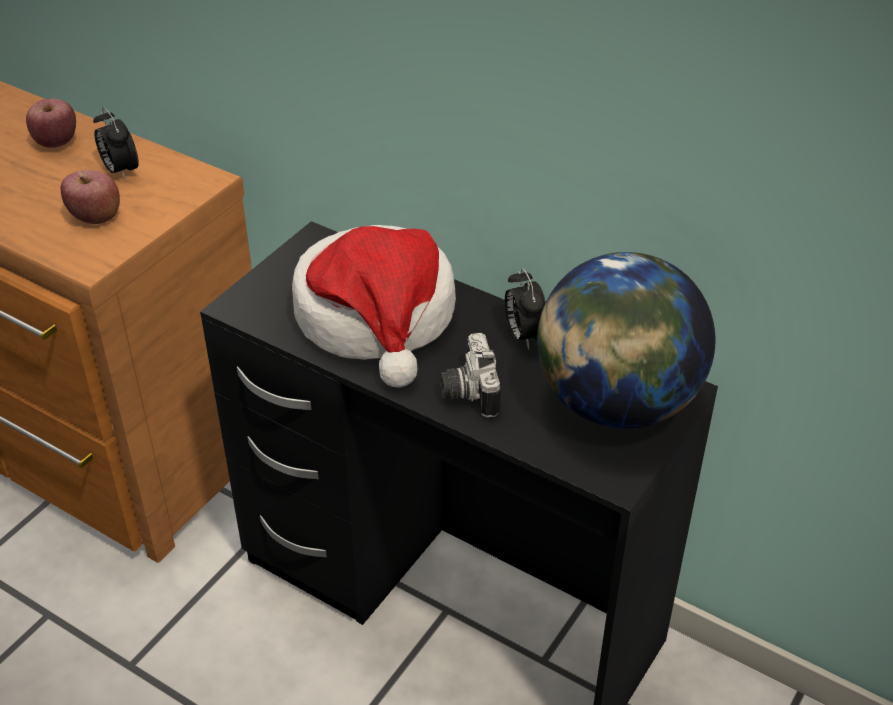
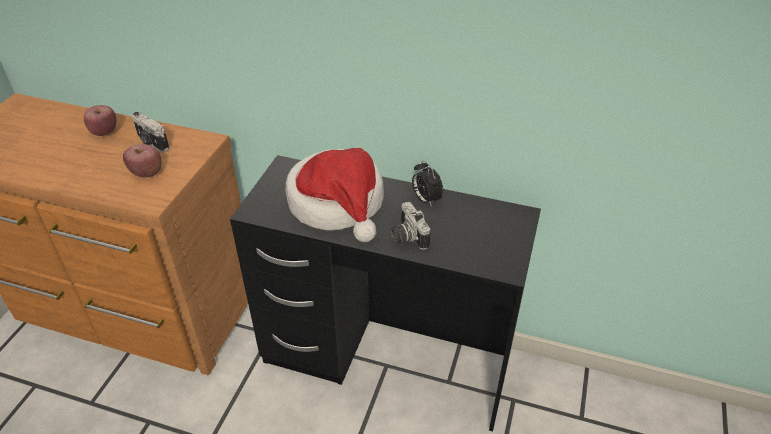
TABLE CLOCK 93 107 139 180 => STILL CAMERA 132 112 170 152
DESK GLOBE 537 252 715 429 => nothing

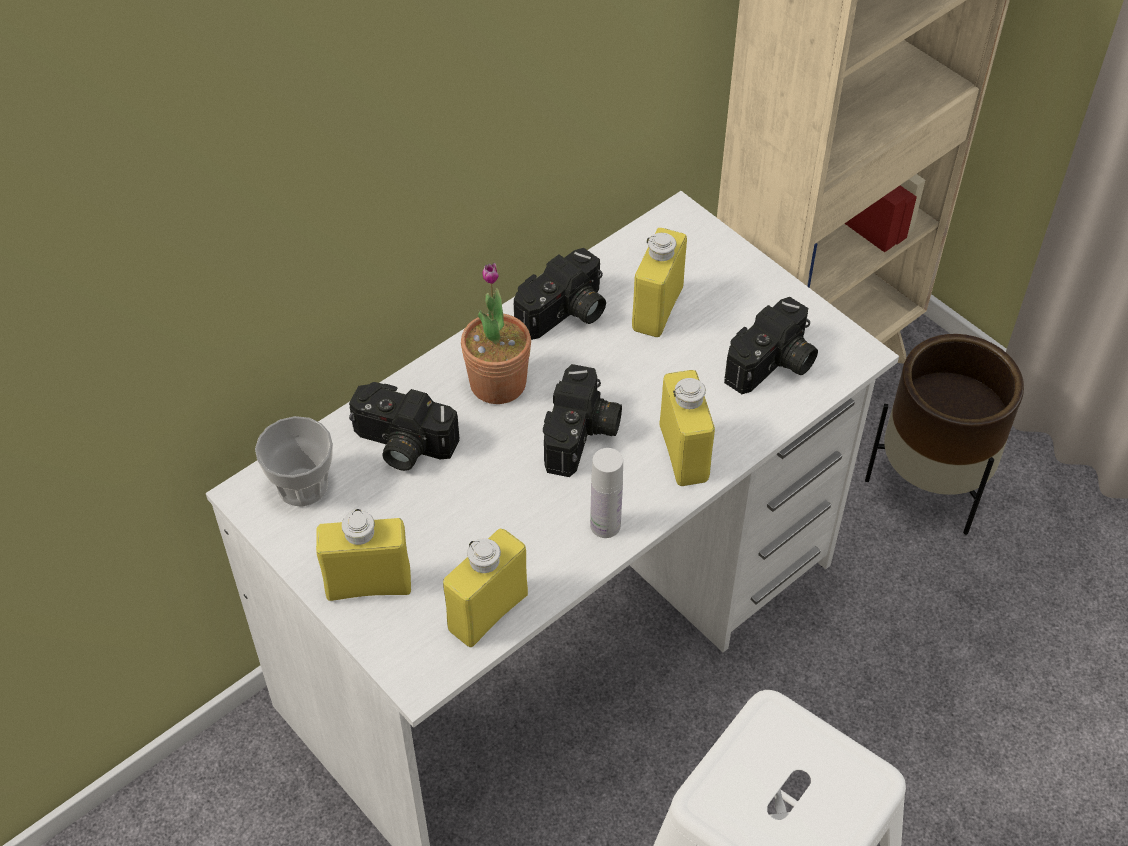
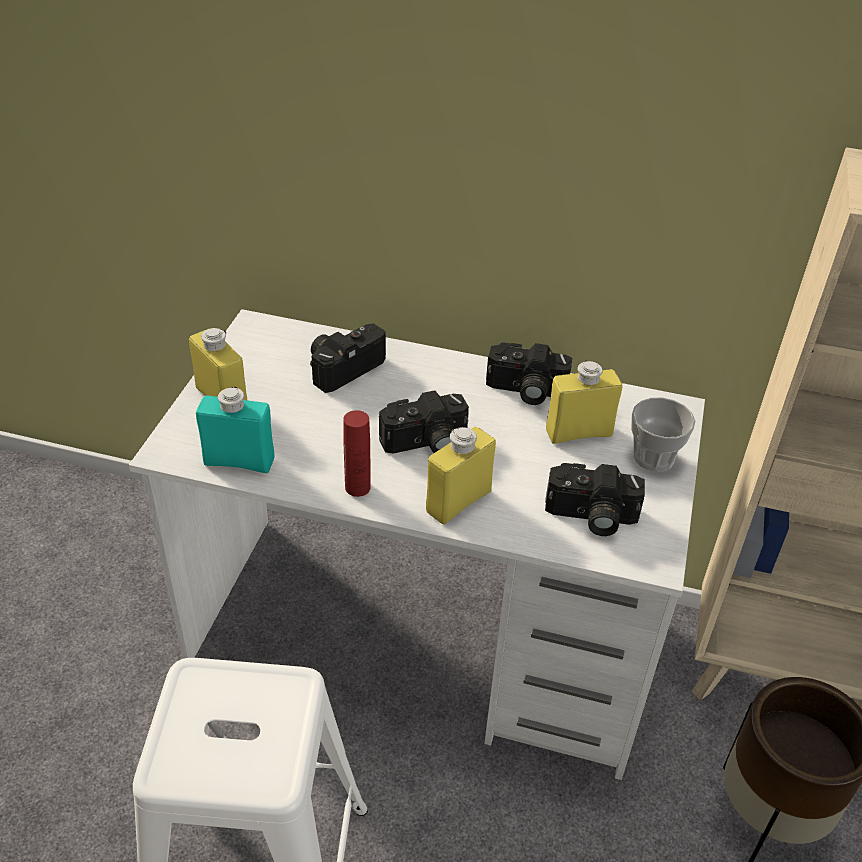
YELLOW DRINK BOTTLE 443 529 528 647 => TURQUOISE-COLOURED DRINK BOTTLE 196 387 274 473
STILL CAMERA 349 382 459 471 => STILL CAMERA 310 323 386 393, 60 degrees clockwise
WHITISH DRINK BOTTLE 590 448 623 538 => RED-COLOURED DRINK BOTTLE 343 410 371 497
CUP 255 416 333 507 => CUP 631 397 695 472, relocated
PLANT IN A POT 461 263 531 404 => nothing

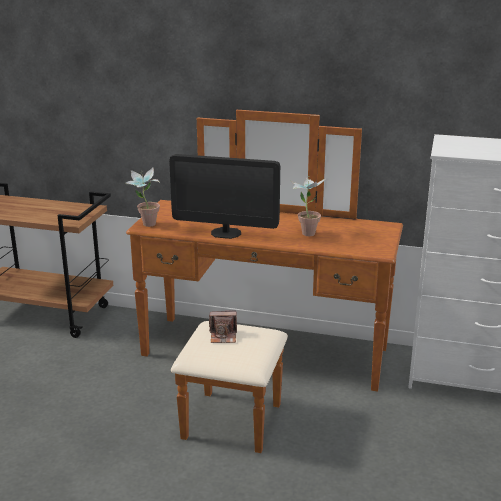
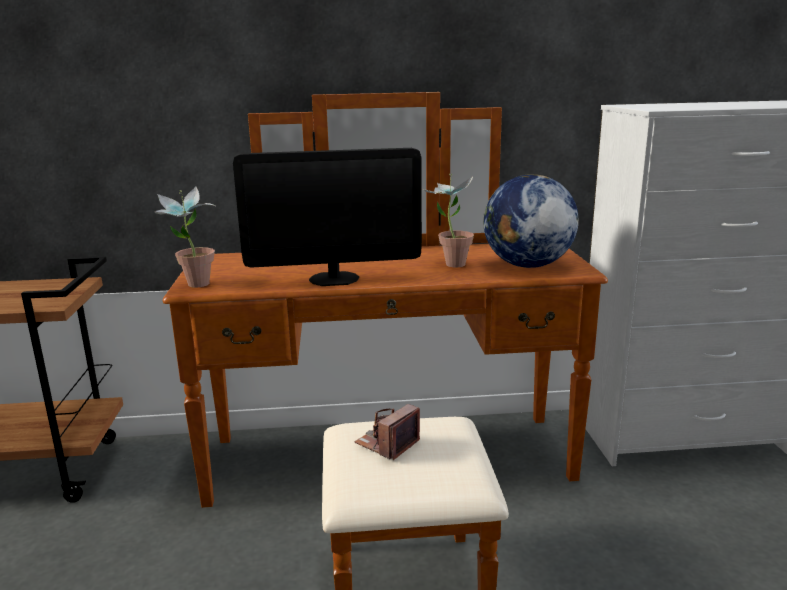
STILL CAMERA 209 310 237 343 => STILL CAMERA 355 404 420 460, 150 degrees clockwise
nothing => DESK GLOBE 483 174 579 268

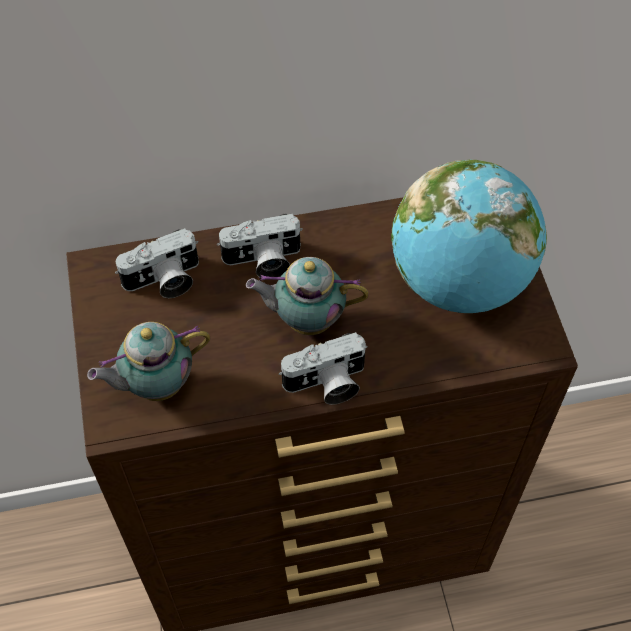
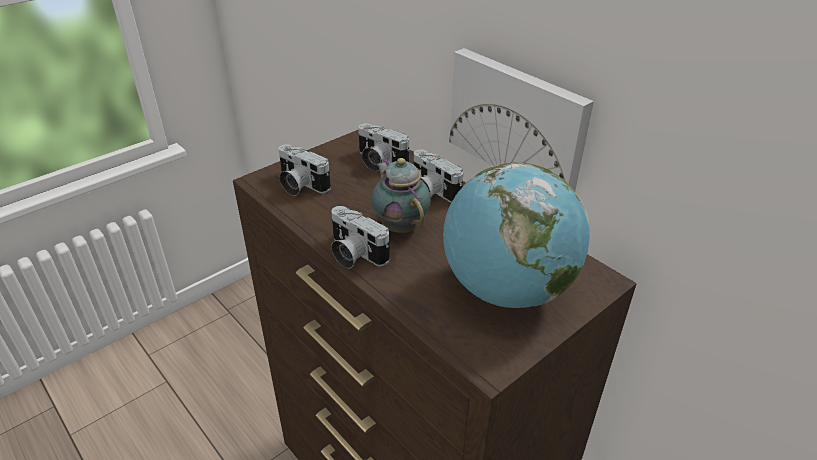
POT FOR TEA 87 322 211 401 => STILL CAMERA 279 144 331 196
nothing => WALL ART 449 48 594 191

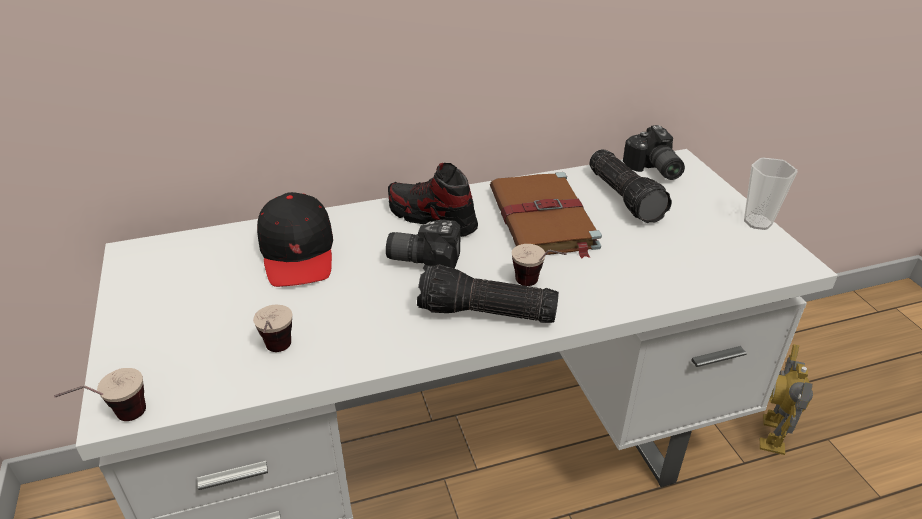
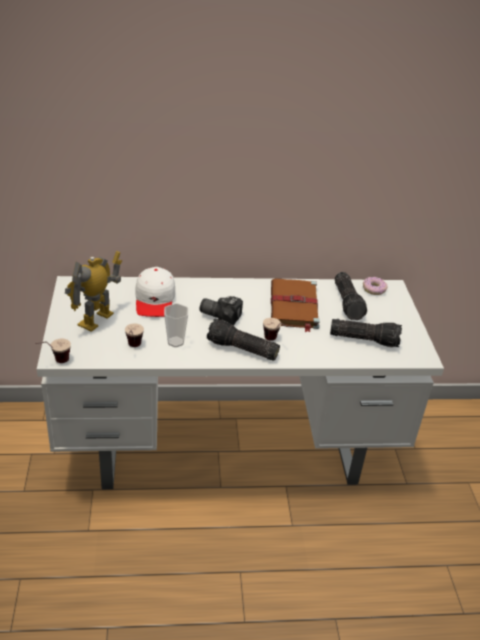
TOY ROBOT 760 344 813 455 => TOY ROBOT 65 251 122 332, relocated
BLACKISH CAP 257 192 333 287 => WHITISH CAP 135 267 175 317
CUP 744 158 798 230 => CUP 164 303 188 347, relocated
nothing => TORCH 330 319 402 347
STILL CAMERA 623 125 685 180 => RING DOUGHNUT 363 277 387 295
SHOE 388 163 478 237 => nothing

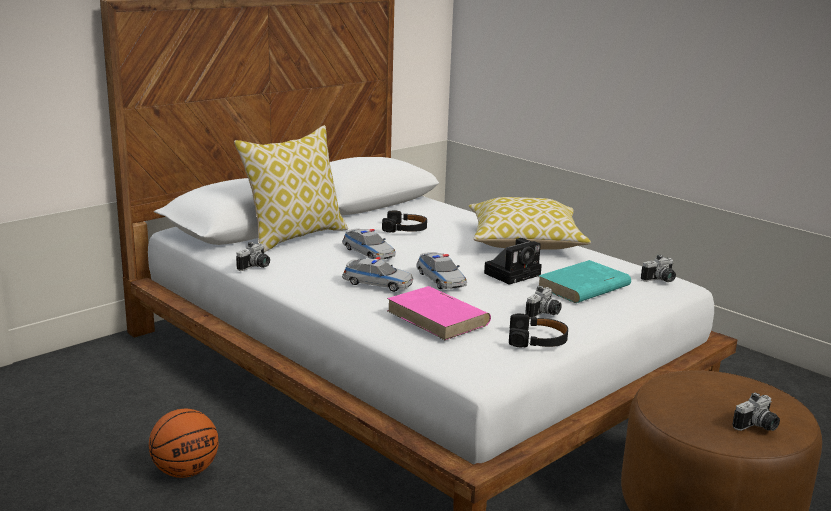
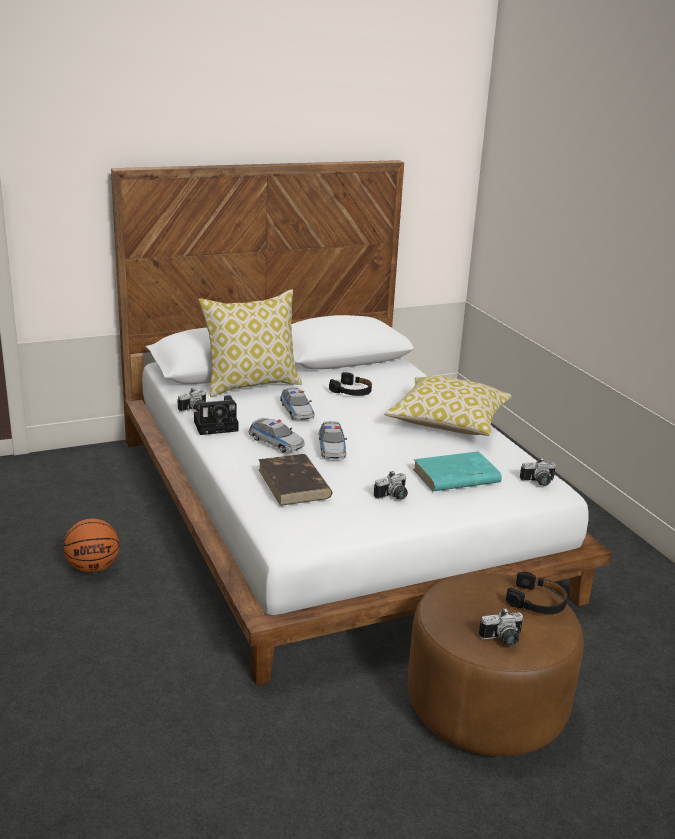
STILL CAMERA 484 238 542 285 => STILL CAMERA 194 395 239 435, relocated
PINK-COLOURED BOUND BOOK 387 286 491 340 => BROWN BOUND BOOK 258 454 332 506
BLACKISH HEADSET 509 314 568 348 => BLACKISH HEADSET 506 572 568 614, relocated

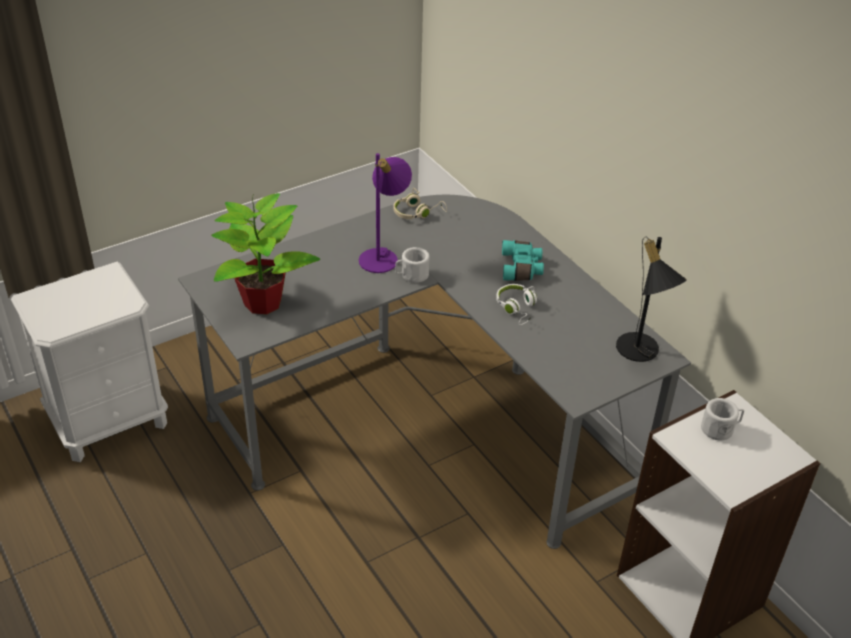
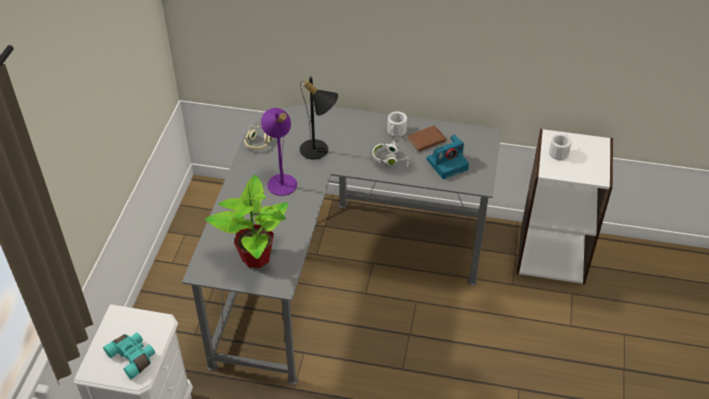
TURQUOISE-COLOURED PAIR OF BINOCULARS 502 240 544 281 => TURQUOISE-COLOURED PAIR OF BINOCULARS 103 333 155 379, relocated
BLACKISH TABLE LAMP 616 237 687 362 => BLACKISH TABLE LAMP 300 76 338 159, relocated
WHITISH TEA MUG 395 247 430 283 => WHITISH TEA MUG 387 112 407 137, relocated
nothing => BROWN BOUND BOOK 407 125 450 152
nothing => STILL CAMERA 426 135 469 179

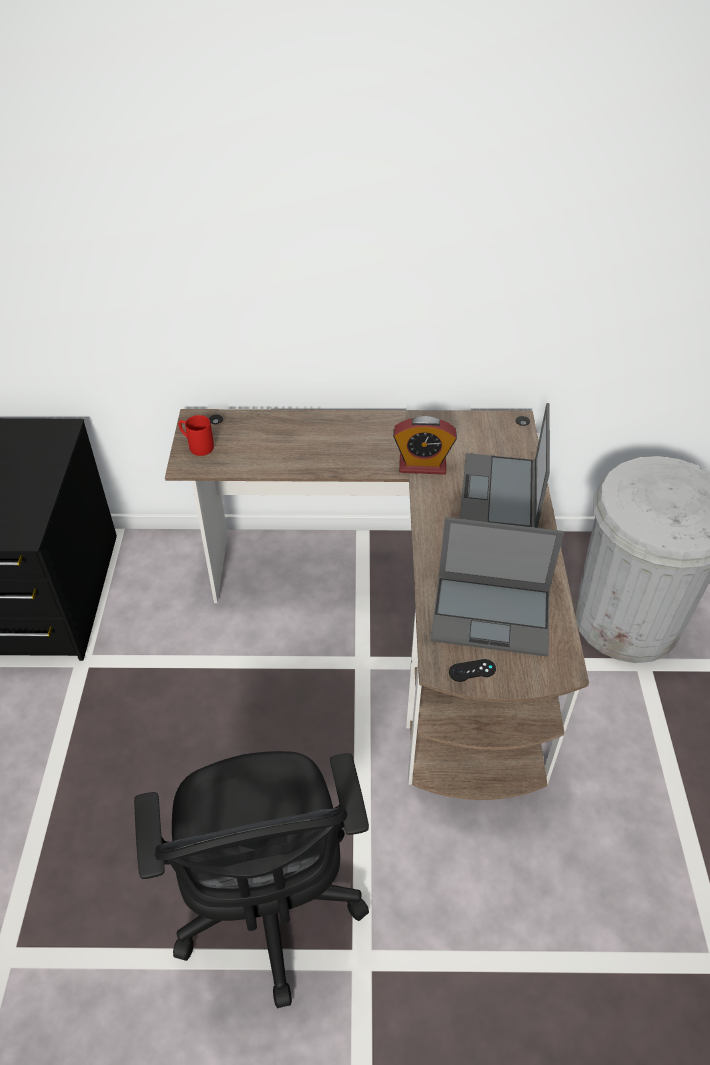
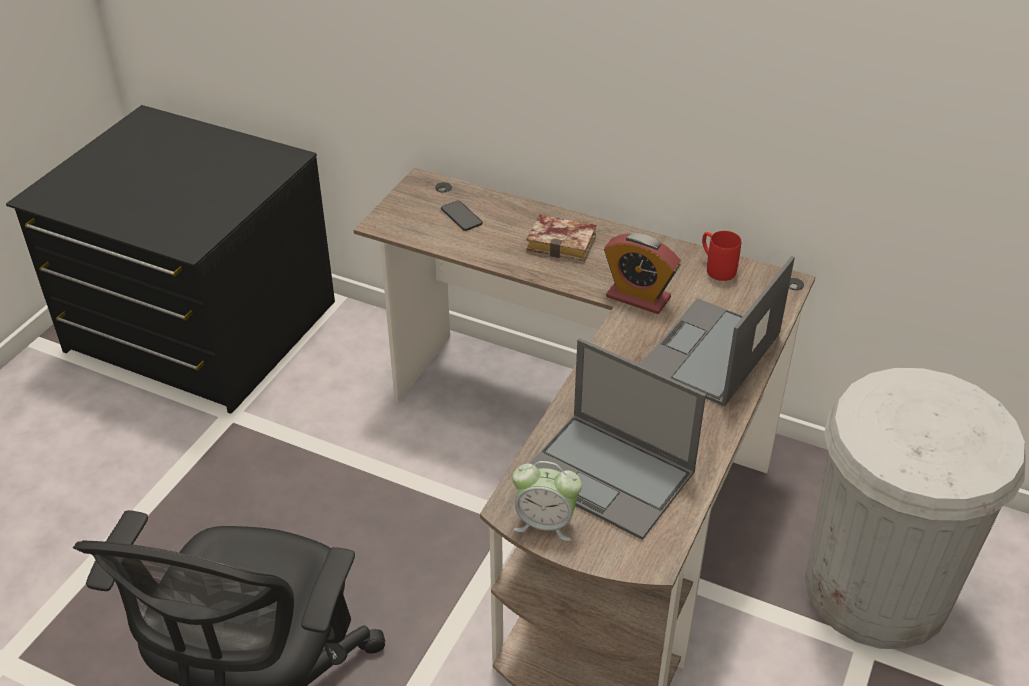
nothing => HANDSET 441 201 483 231
BLACKISH JOYPAD 449 659 496 682 => TABLE CLOCK 512 461 582 541
nothing => BOUND BOOK 526 214 596 261
RED-COLOURED TEA MUG 178 415 214 456 => RED-COLOURED TEA MUG 702 231 741 281, relocated

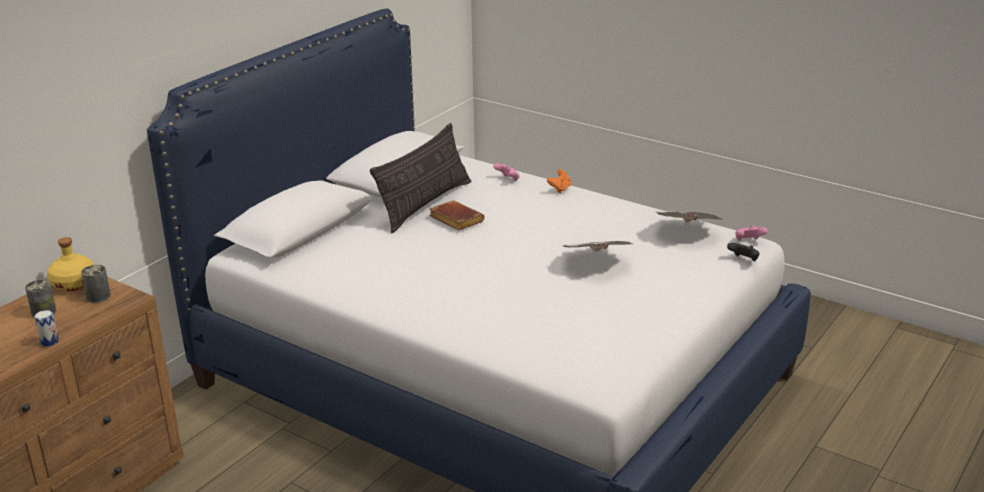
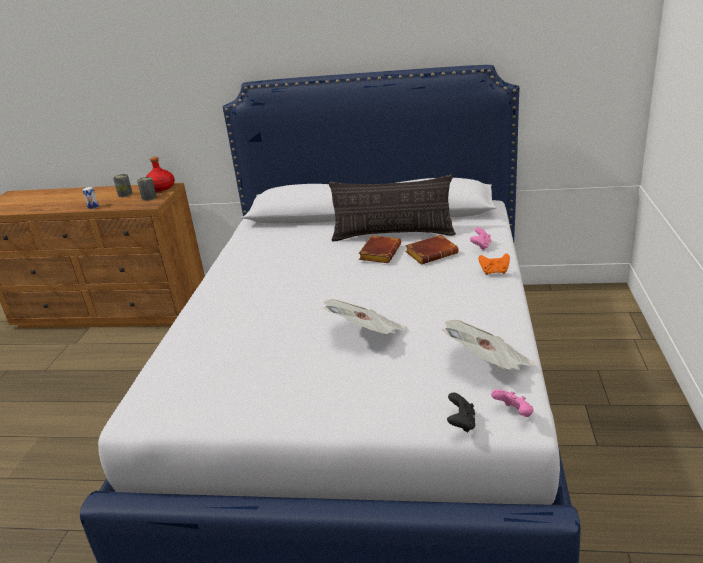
YELLOW DRINK BOTTLE 47 237 95 291 => RED-COLOURED DRINK BOTTLE 146 157 175 192
nothing => BROWN BOUND BOOK 405 235 459 265

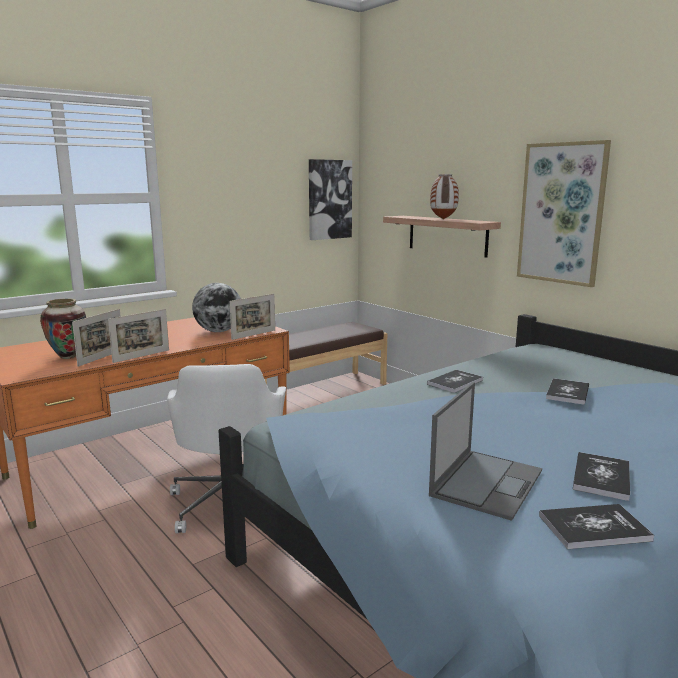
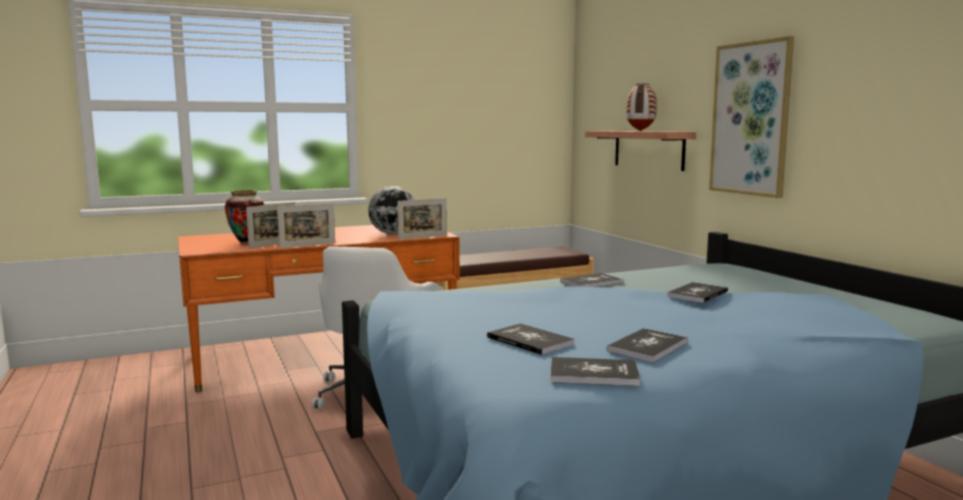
PORTABLE COMPUTER 429 382 542 521 => BOUND BOOK 487 323 575 355
WALL ART 309 159 352 240 => nothing

